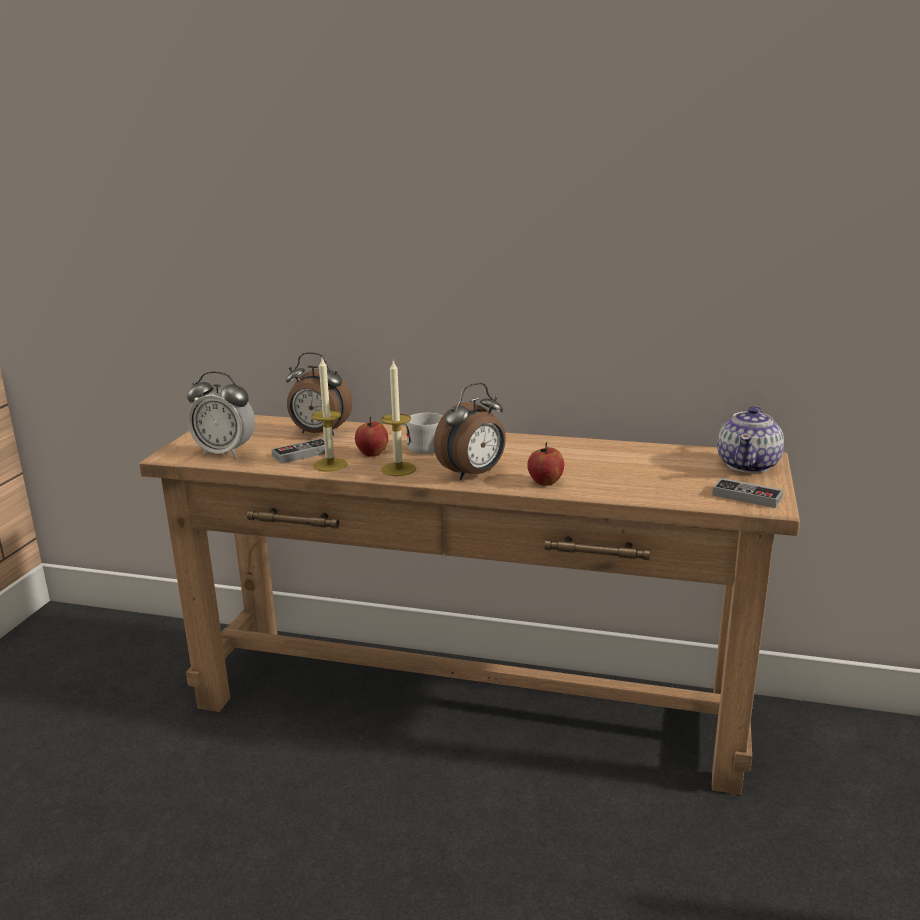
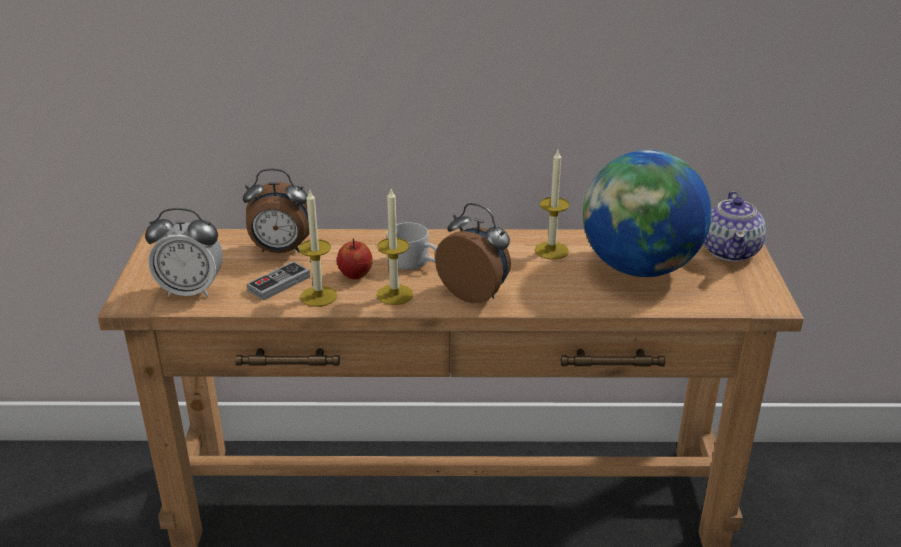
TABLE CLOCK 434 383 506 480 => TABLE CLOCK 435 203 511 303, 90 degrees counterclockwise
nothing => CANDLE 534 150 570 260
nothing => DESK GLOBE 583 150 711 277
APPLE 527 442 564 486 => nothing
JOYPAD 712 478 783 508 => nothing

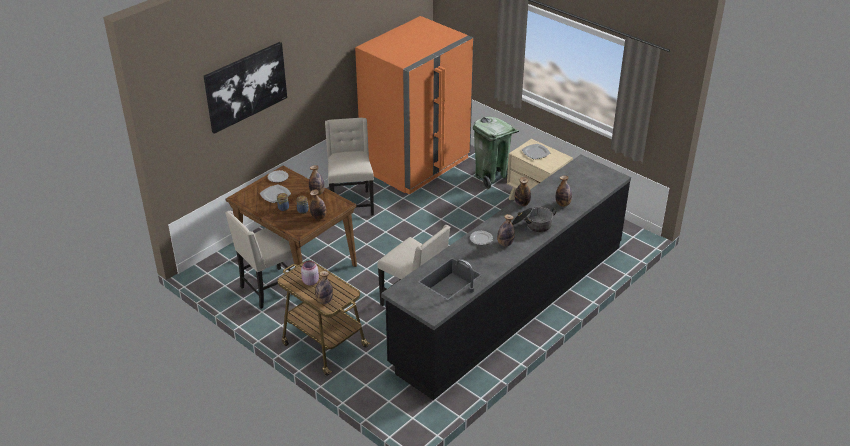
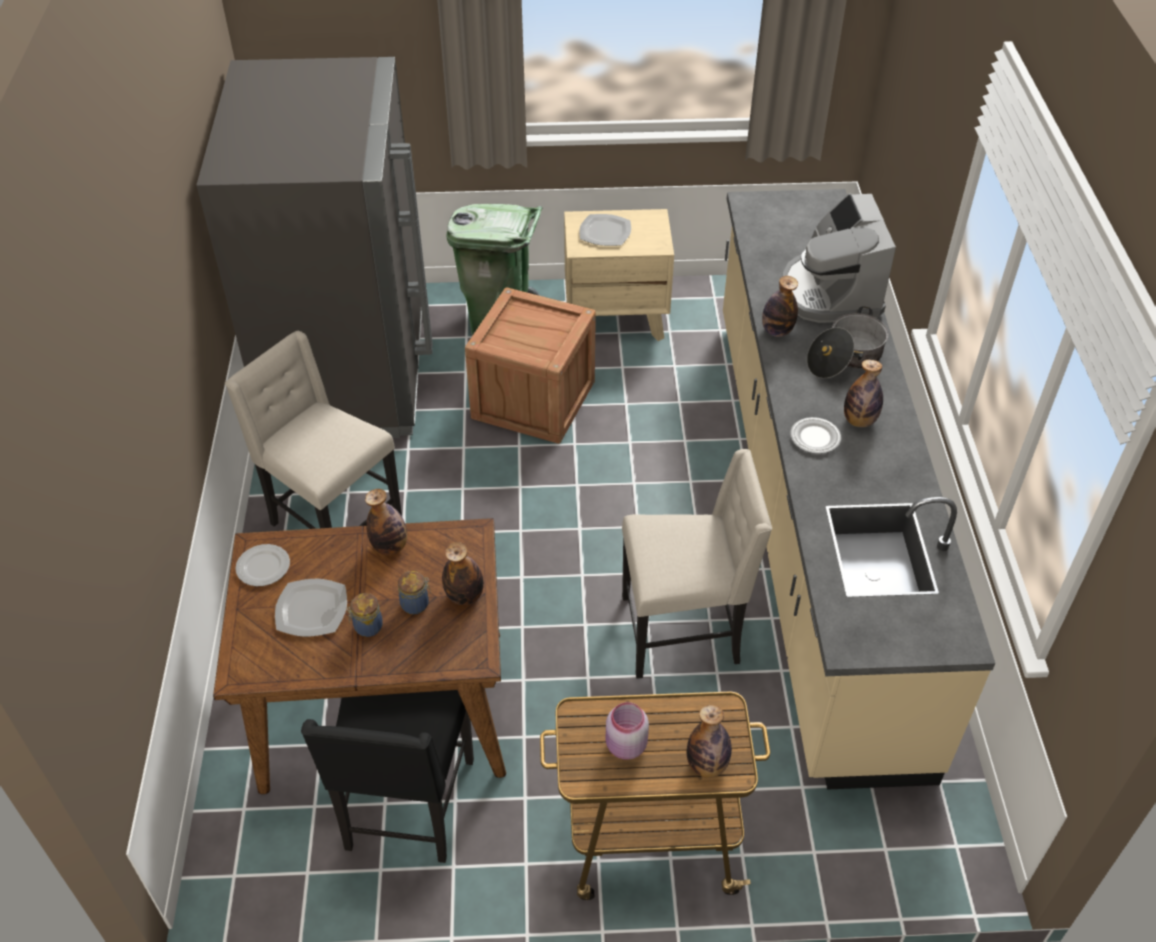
ORANGE FRIDGE 355 16 474 195 => GREYISH FRIDGE 197 57 433 438
SAND-COLOURED PLAIN CHAIR 225 211 293 309 => BLACKISH PLAIN CHAIR 301 690 474 863
nothing => CRATE 465 287 596 444
BLACKISH KITCHEN BASE UNIT 381 155 631 400 => SAND-COLOURED KITCHEN BASE UNIT 723 189 995 790
DRINK BOTTLE 556 175 572 207 => COFFEE MACHINE 782 193 896 323
WALL ART 204 42 287 134 => nothing

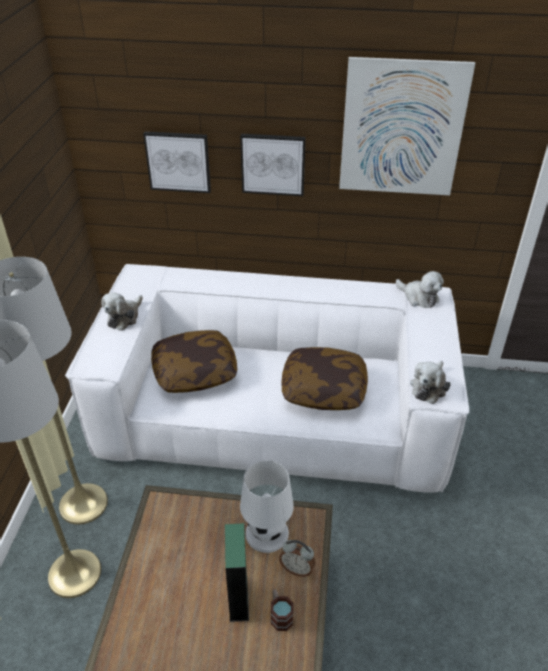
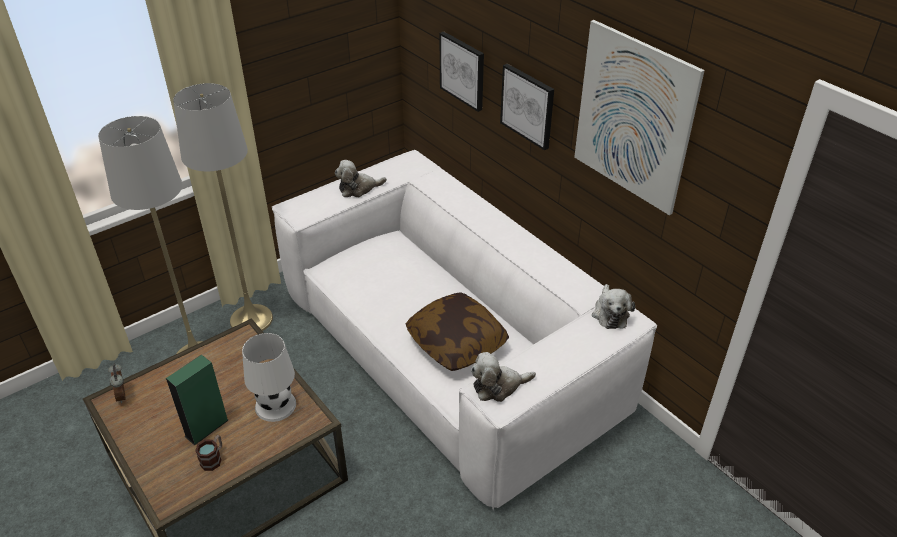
TABLE CLOCK 279 540 315 577 => TABLE CLOCK 108 363 126 404, relocated
PILLOW 151 330 237 393 => nothing

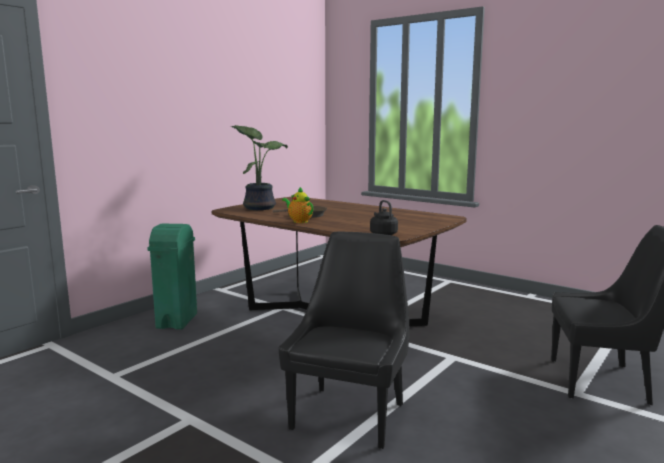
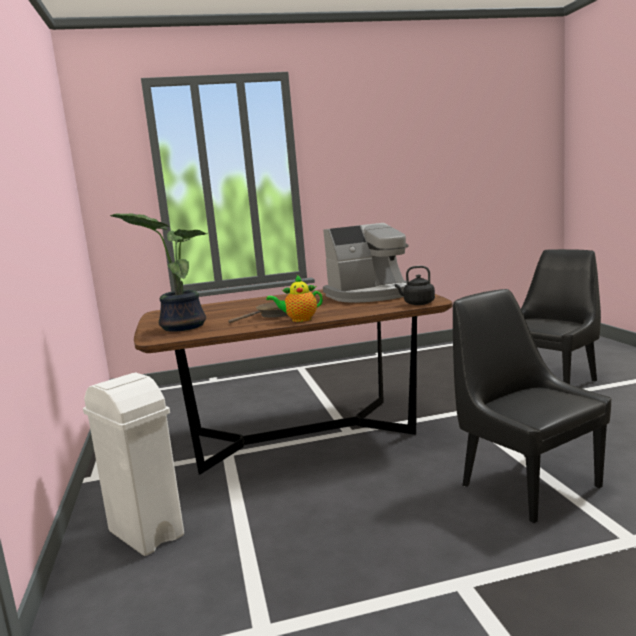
GREENISH WASTE BIN 147 224 197 329 => WHITISH WASTE BIN 83 373 184 556
nothing => COFFEE MACHINE 323 223 408 303

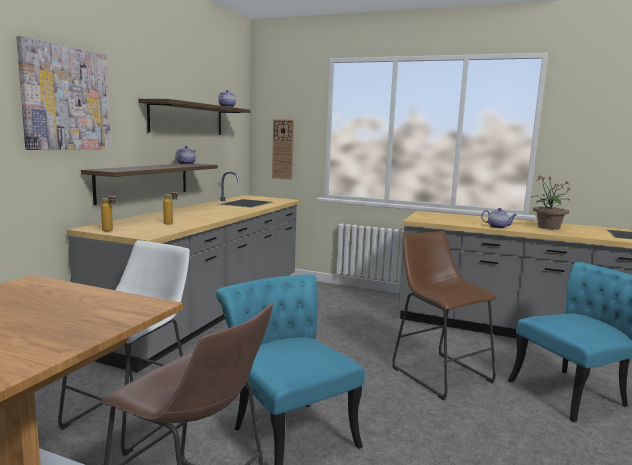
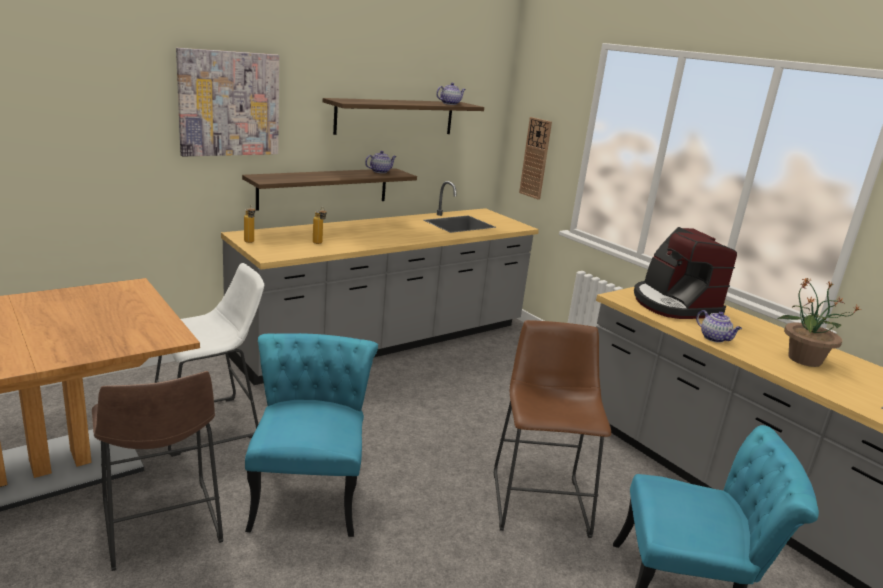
nothing => COFFEE MACHINE 634 227 737 319

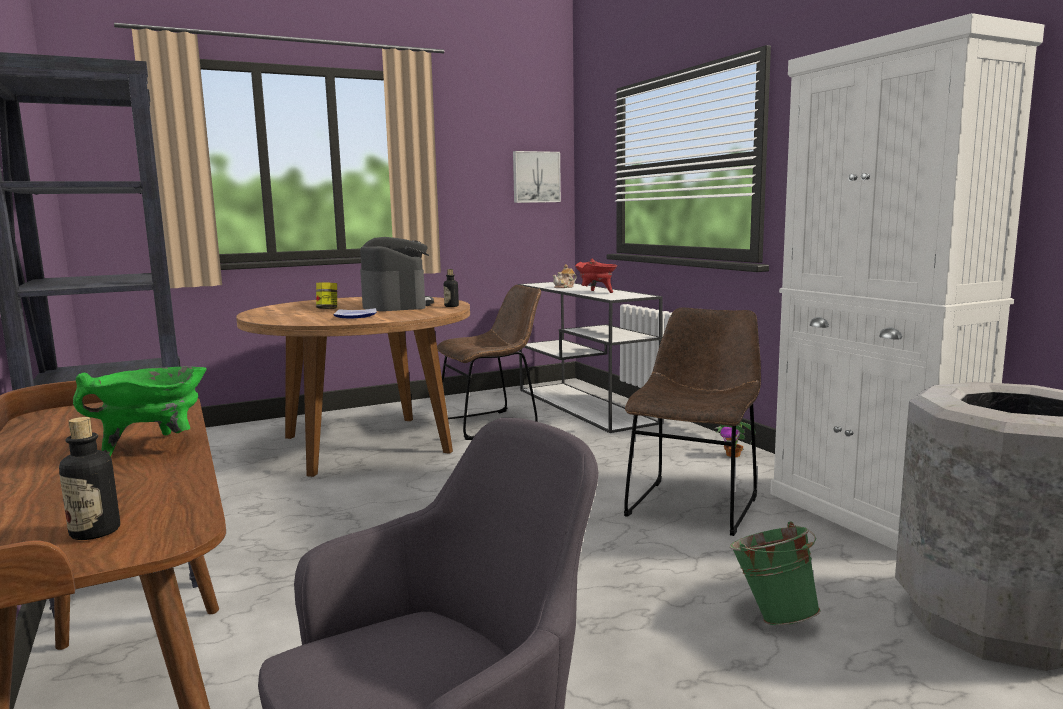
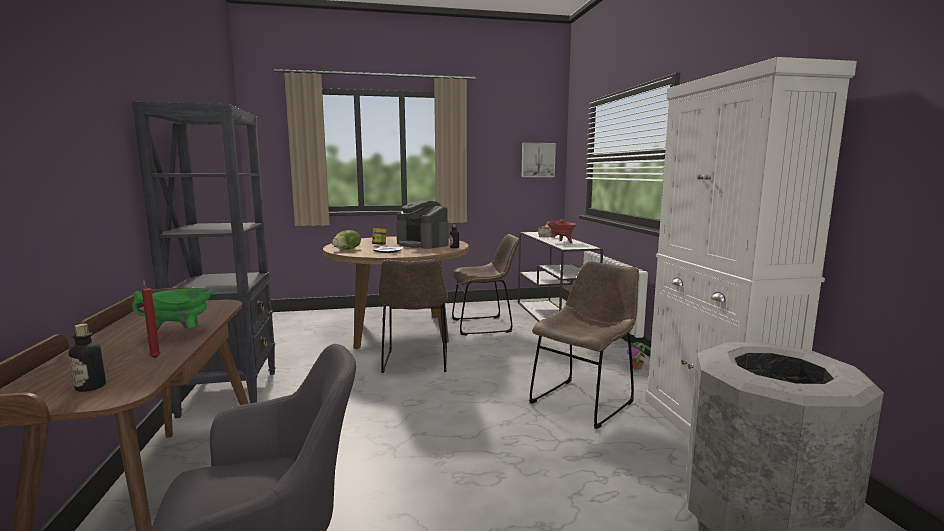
nothing => RED-COLOURED CANDLE 142 280 161 358
nothing => HEAD OF LETTUCE 332 230 361 250
nothing => BROWN PLAIN CHAIR 379 259 448 373
COFFEE MACHINE 360 237 434 311 => COFFEE MACHINE 396 200 449 249, 135 degrees clockwise
GREENISH PAIL 730 522 821 625 => nothing

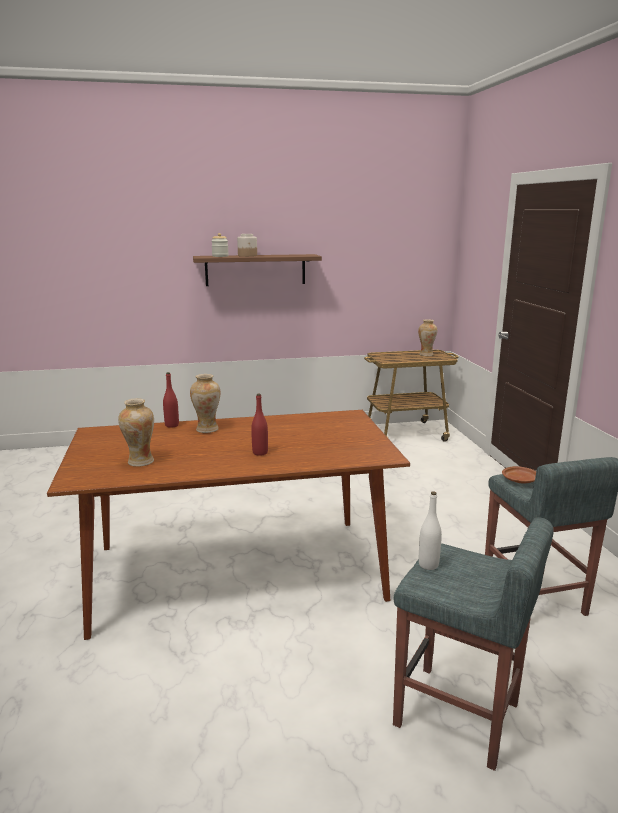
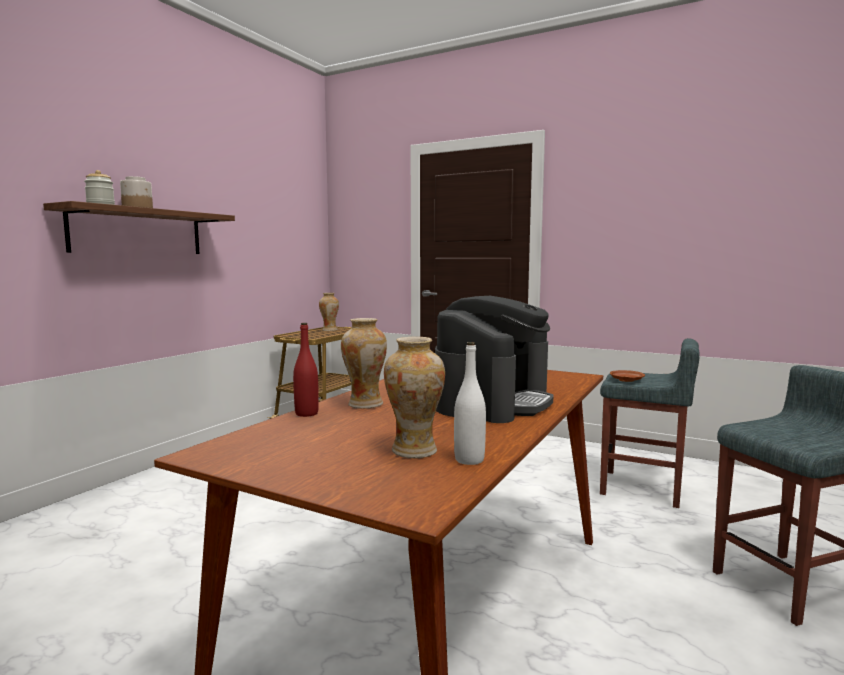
RED-COLOURED DRINK BOTTLE 251 394 268 456 => COFFEE MACHINE 435 296 554 423
WHITISH DRINK BOTTLE 419 491 442 570 => WHITISH DRINK BOTTLE 454 342 486 465, relocated

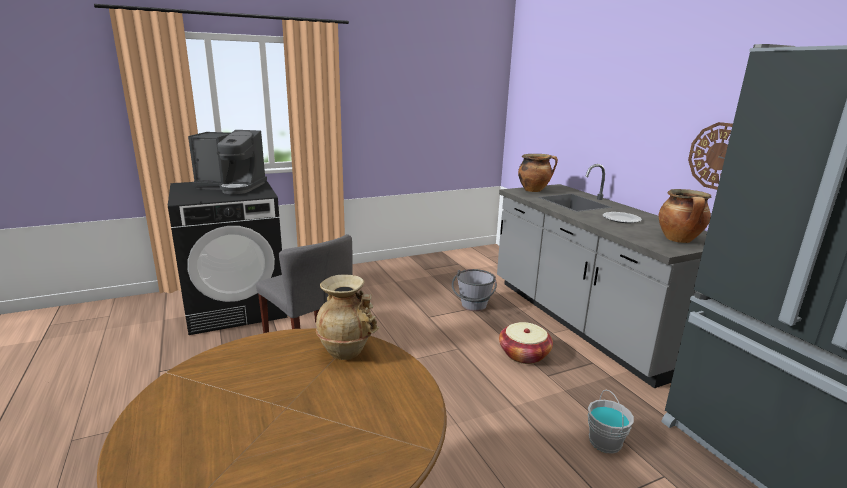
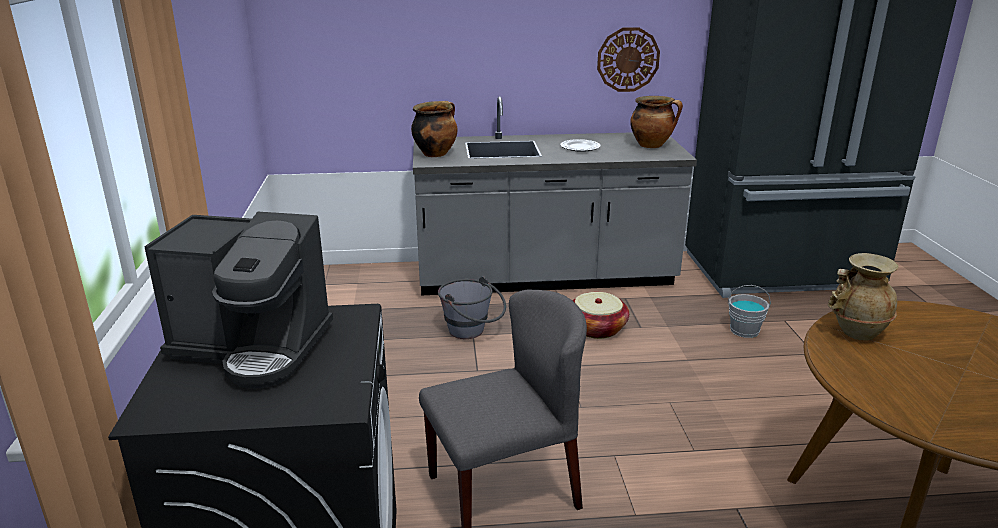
COFFEE MACHINE 188 130 267 194 => COFFEE MACHINE 144 212 333 389, 75 degrees clockwise

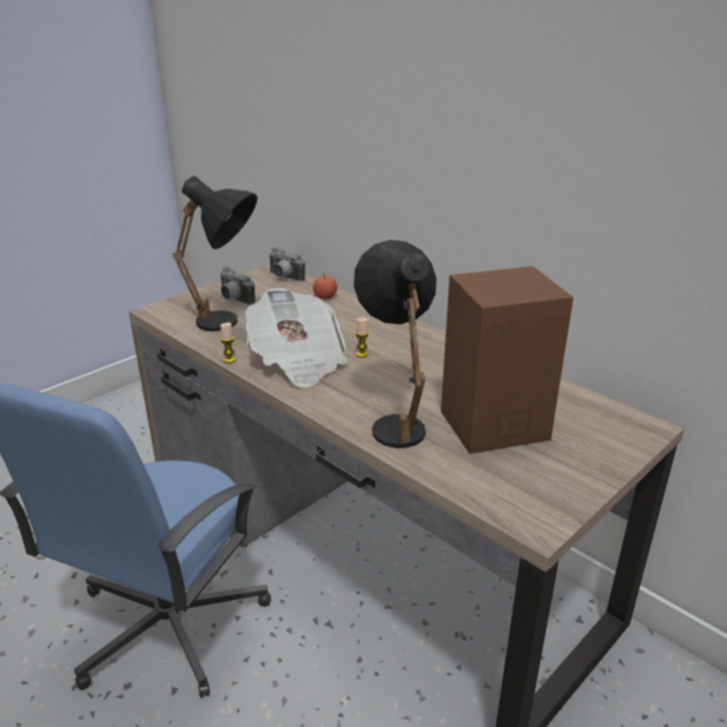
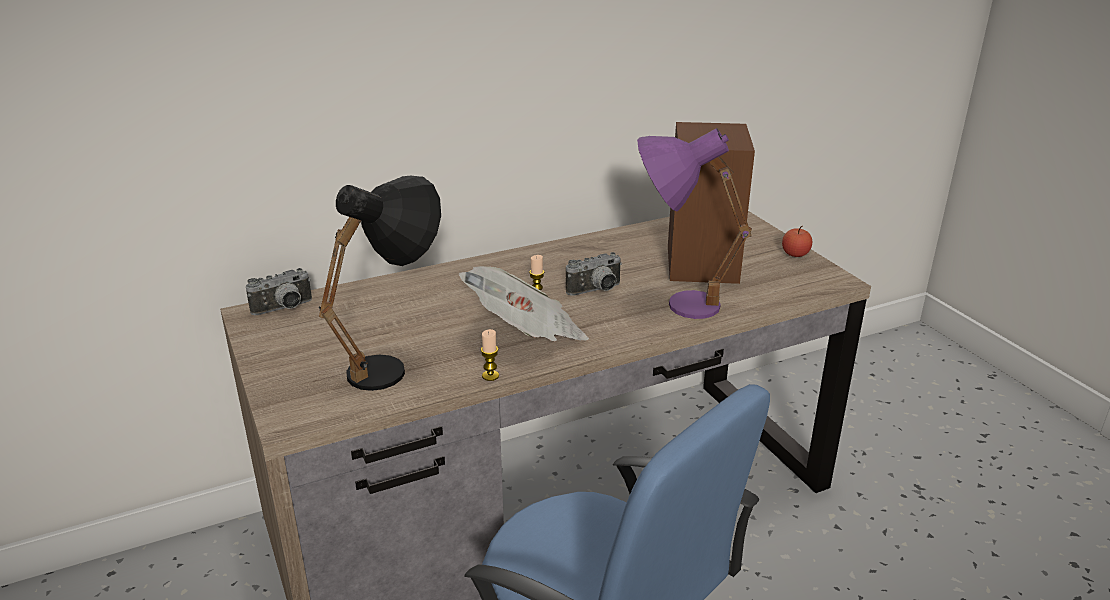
STILL CAMERA 220 267 255 305 => STILL CAMERA 566 252 622 295, relocated
BLACKISH TABLE LAMP 354 240 437 448 => PURPLE-COLOURED TABLE LAMP 637 128 752 319
APPLE 313 273 337 299 => APPLE 782 226 812 257, relocated

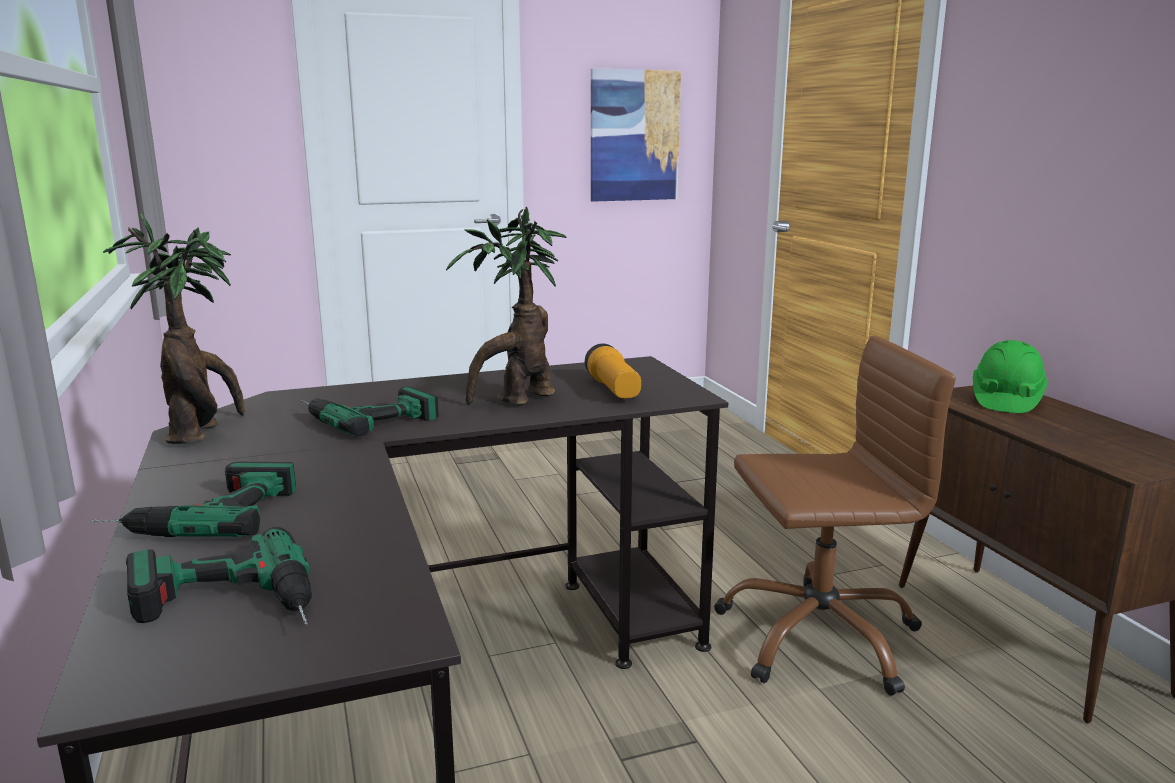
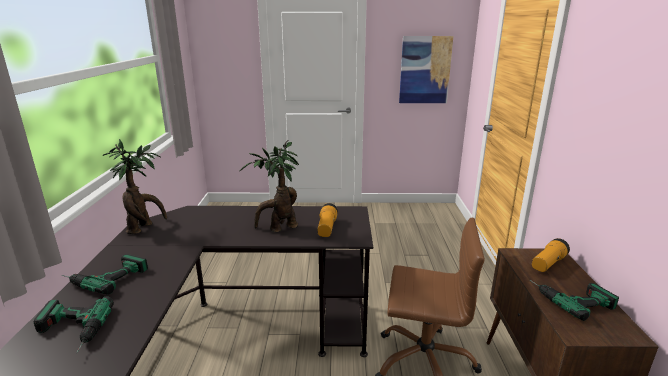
ELECTRIC DRILL 301 387 439 437 => ELECTRIC DRILL 530 280 619 321, relocated
GREENISH WORK HELMET 973 340 1048 413 => TORCH 532 238 570 272

